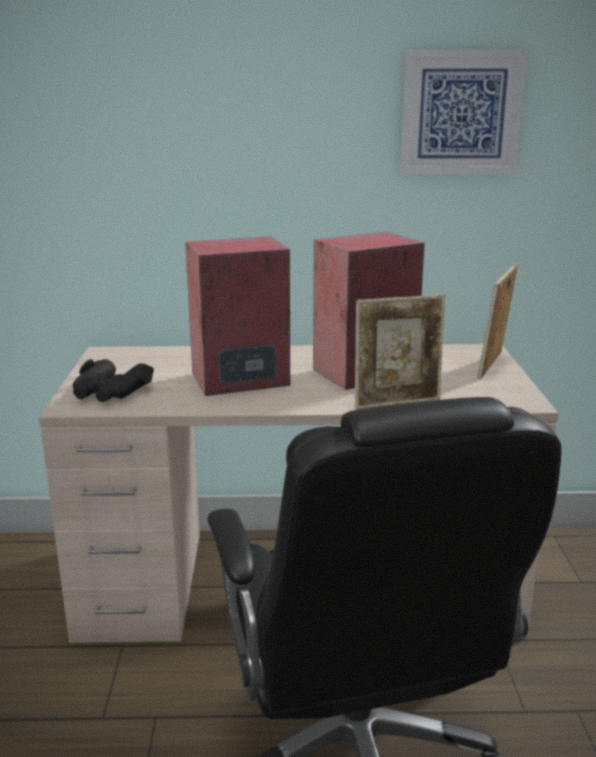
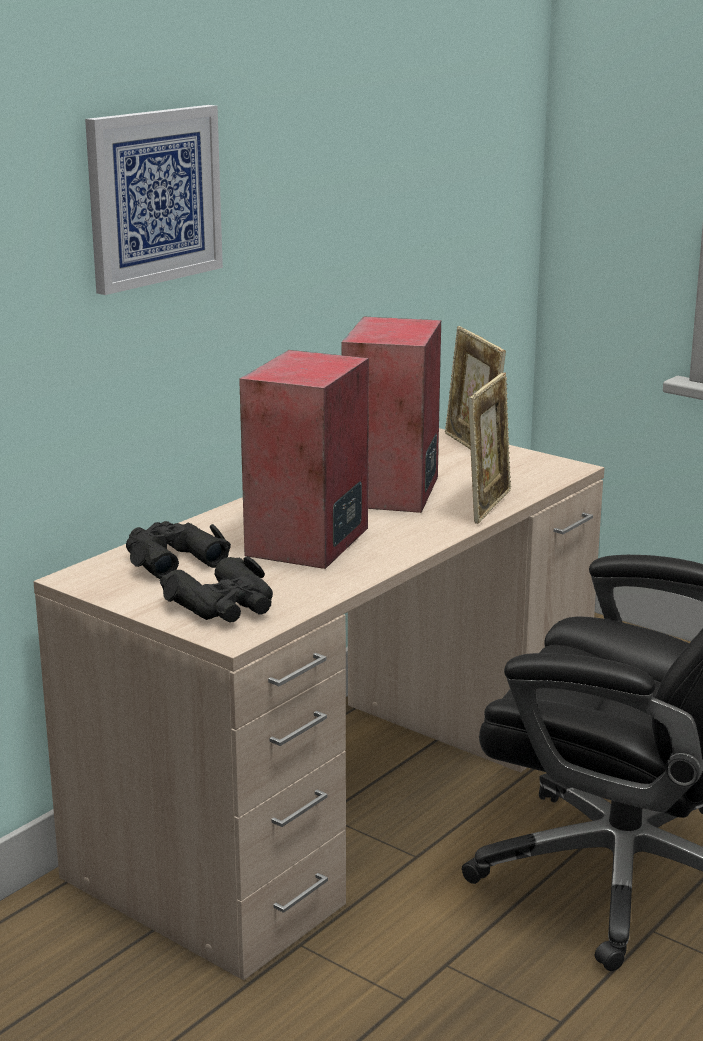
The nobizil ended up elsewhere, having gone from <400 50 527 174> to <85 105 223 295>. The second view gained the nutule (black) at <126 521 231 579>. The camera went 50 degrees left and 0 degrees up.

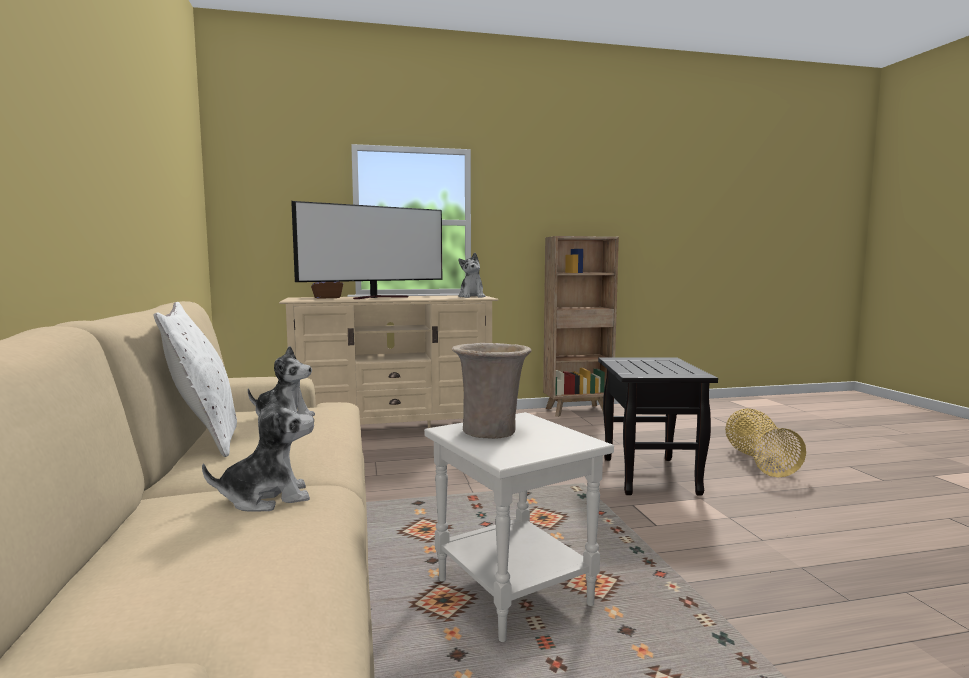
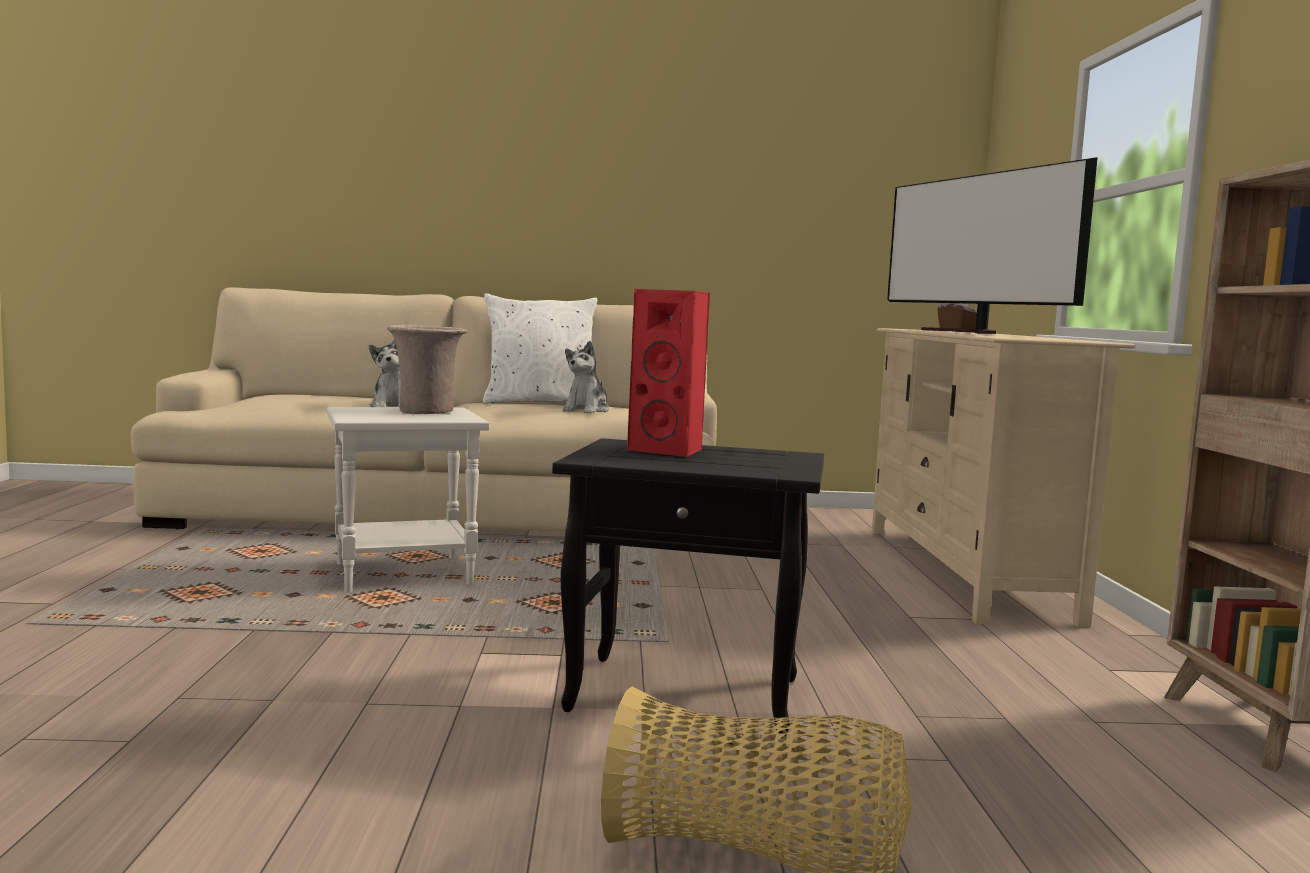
The second view lost the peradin at <458 253 485 298>. The second view gained the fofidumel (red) at <627 289 710 457>. The camera went 100 degrees right and 0 degrees up.

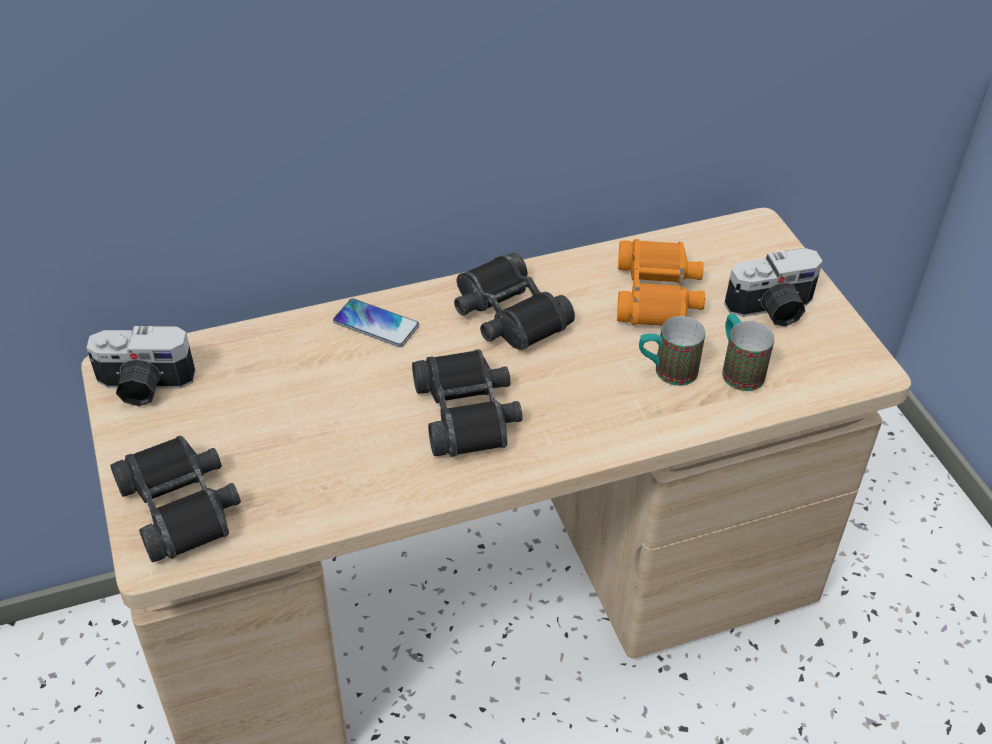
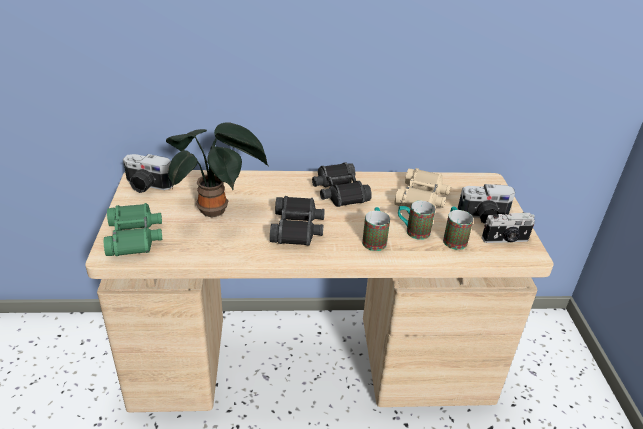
What was the nutule (orange) at <617 239 705 326> turned into the nutule (beige) at <395 168 451 208>. The second view lost the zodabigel at <333 298 419 347>. What was the nutule (black) at <110 436 241 562> turned into the nutule (green) at <104 203 162 256>. The second view gained the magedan at <166 122 269 217>. The second view gained the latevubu at <362 207 390 251>. The second view gained the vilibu at <482 213 535 243>. The camera went 15 degrees right and 10 degrees down.

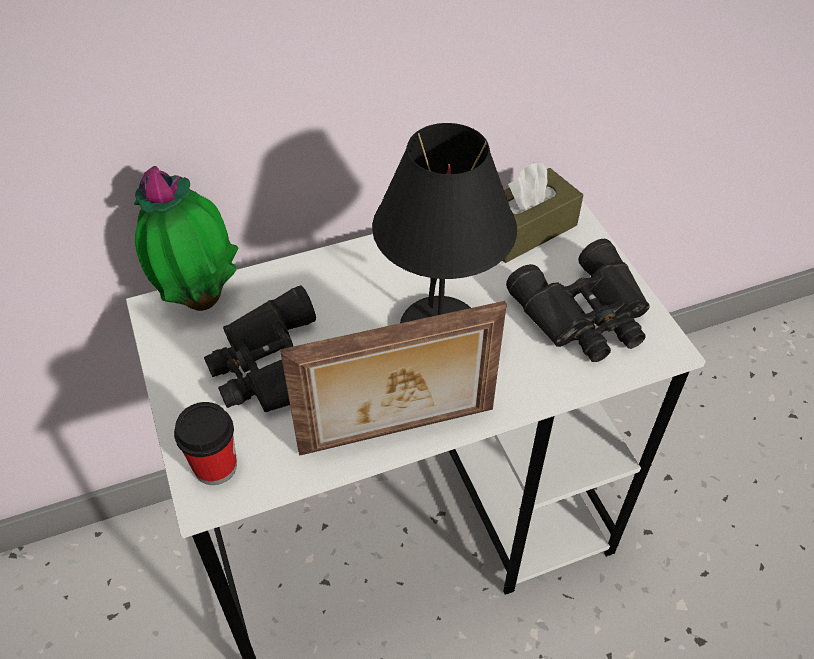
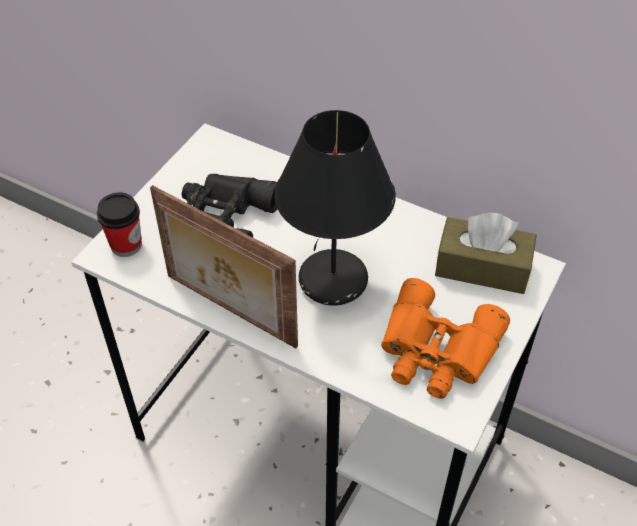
The second view lost the magedan at <134 166 239 311>. What was the nutule (black) at <506 239 650 362> turned into the nutule (orange) at <381 278 510 399>. The camera went 50 degrees right and 0 degrees up.

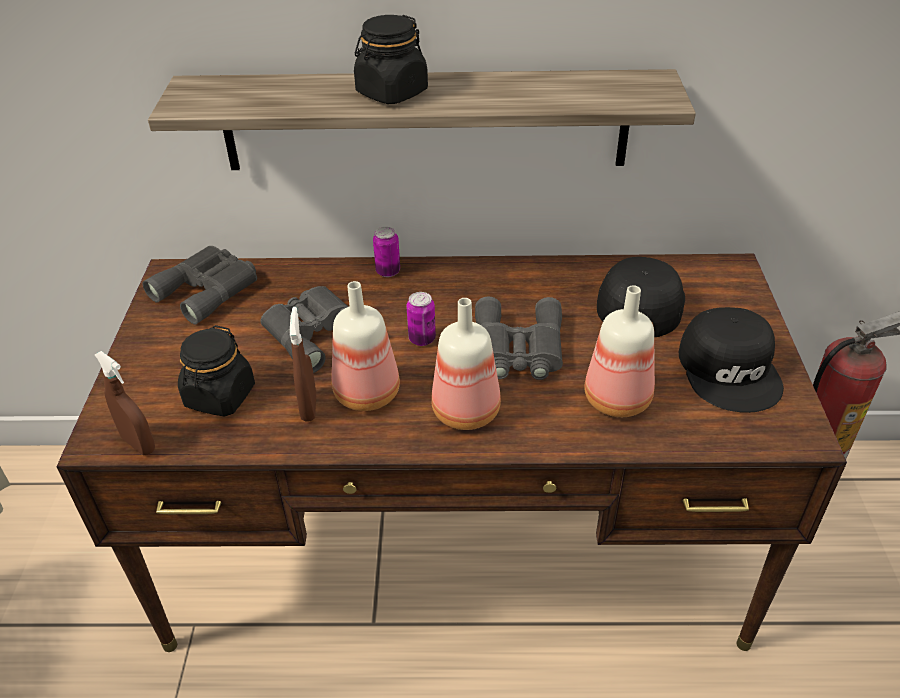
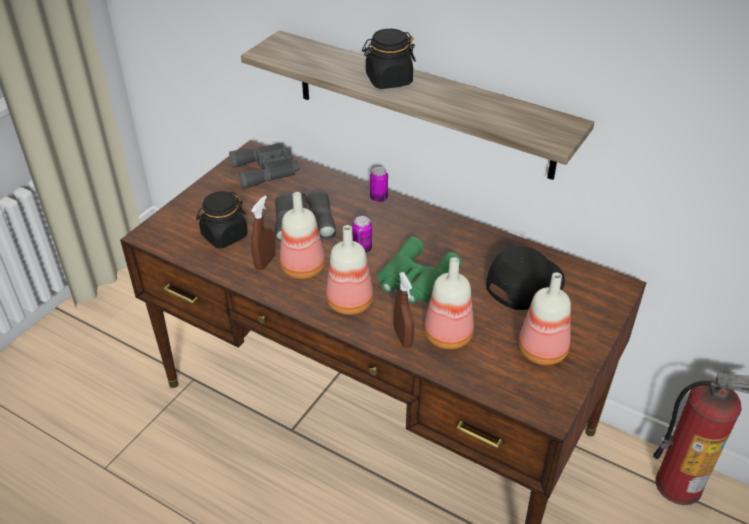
What was the nutule (grey) at <475 296 563 380> turned into the nutule (green) at <377 237 462 304>. Where the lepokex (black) stood at <679 307 784 413>, the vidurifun came to stand at <519 272 571 365>. The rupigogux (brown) ended up elsewhere, having gone from <95 351 155 455> to <394 272 414 348>. The camera went 30 degrees right and 0 degrees up.

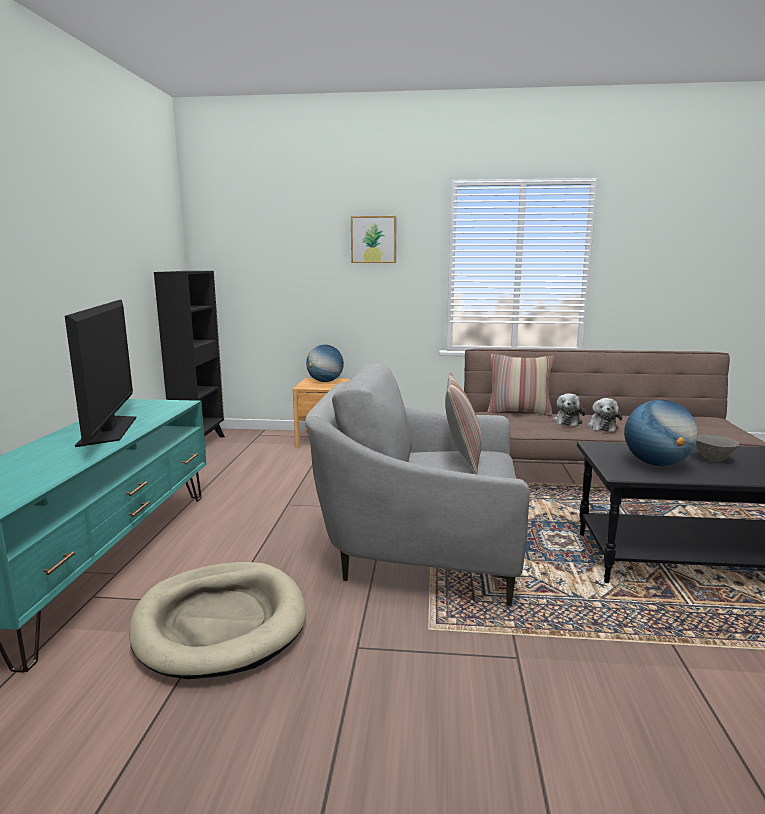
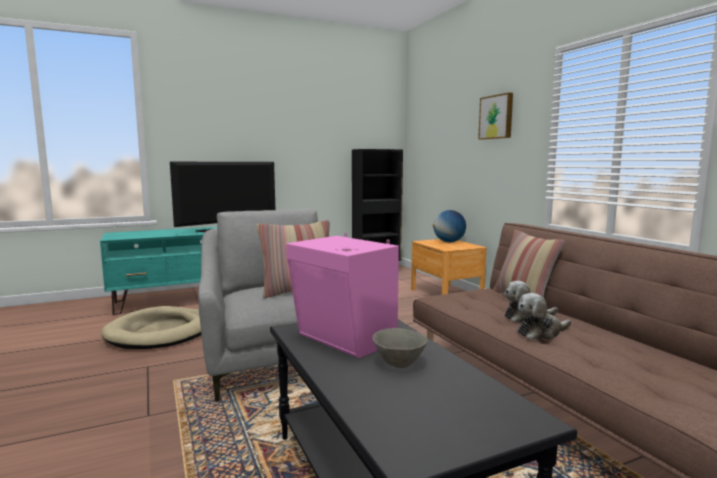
Where the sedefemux stood at <624 400 698 466>, the fofidumel (pink) came to stand at <286 233 399 358>. The camera went 60 degrees right and 5 degrees down.

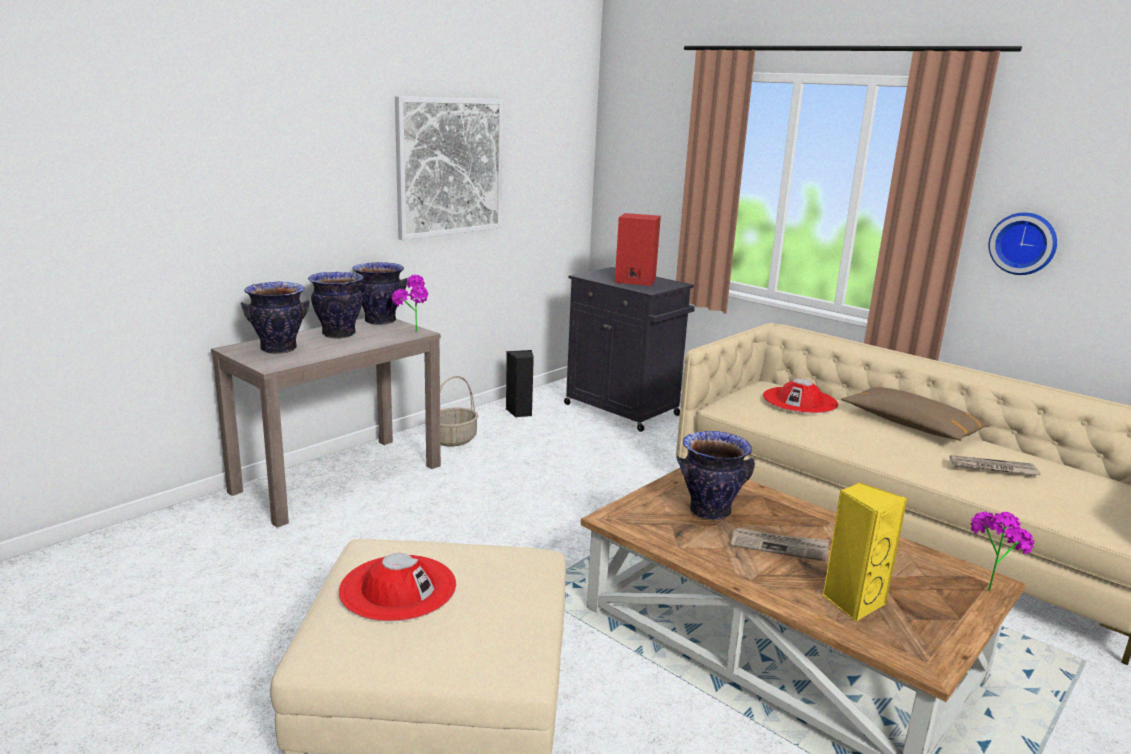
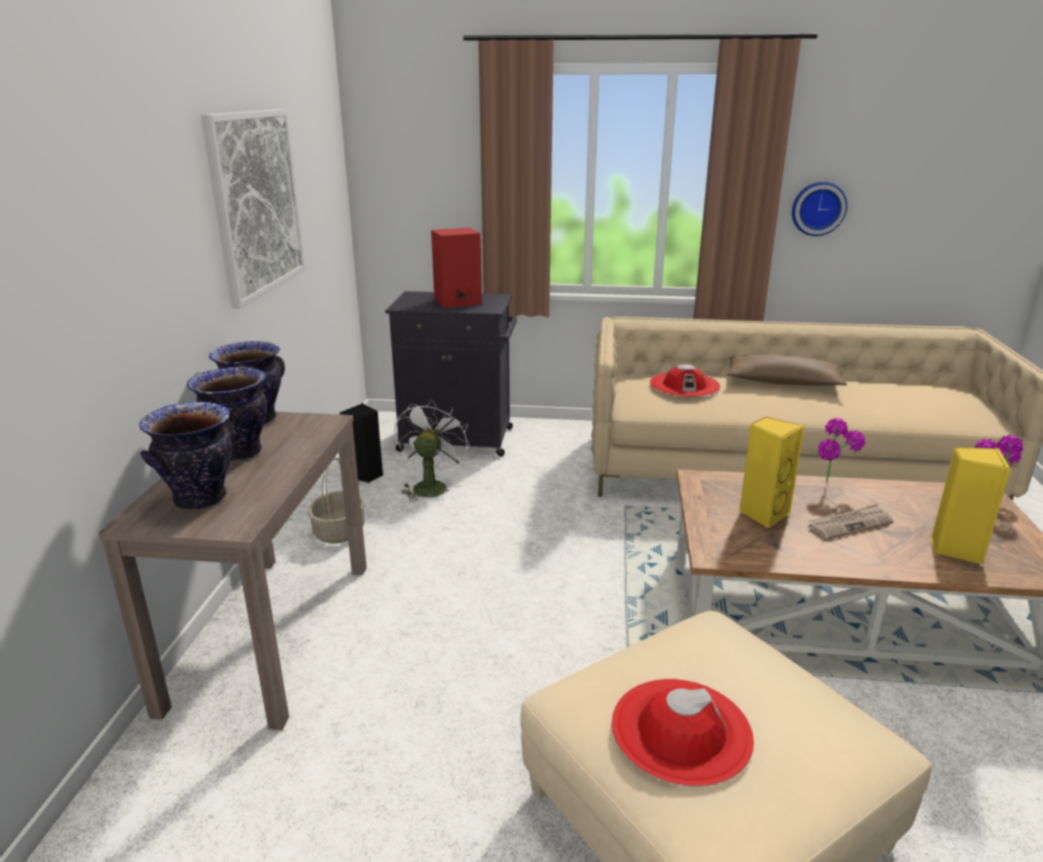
The magedan ended up elsewhere, having gone from <392 275 428 332> to <818 418 865 481>. Where the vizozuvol stood at <676 431 755 520>, the fofidumel (yellow) came to stand at <739 417 805 529>. The second view lost the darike at <950 455 1040 475>. The second view gained the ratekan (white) at <395 399 470 502>. The camera went 35 degrees left and 5 degrees up.

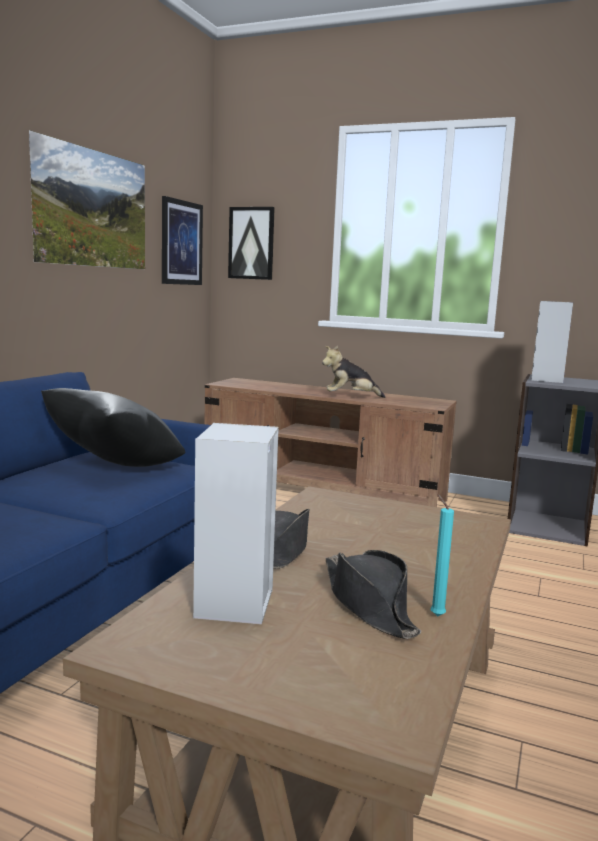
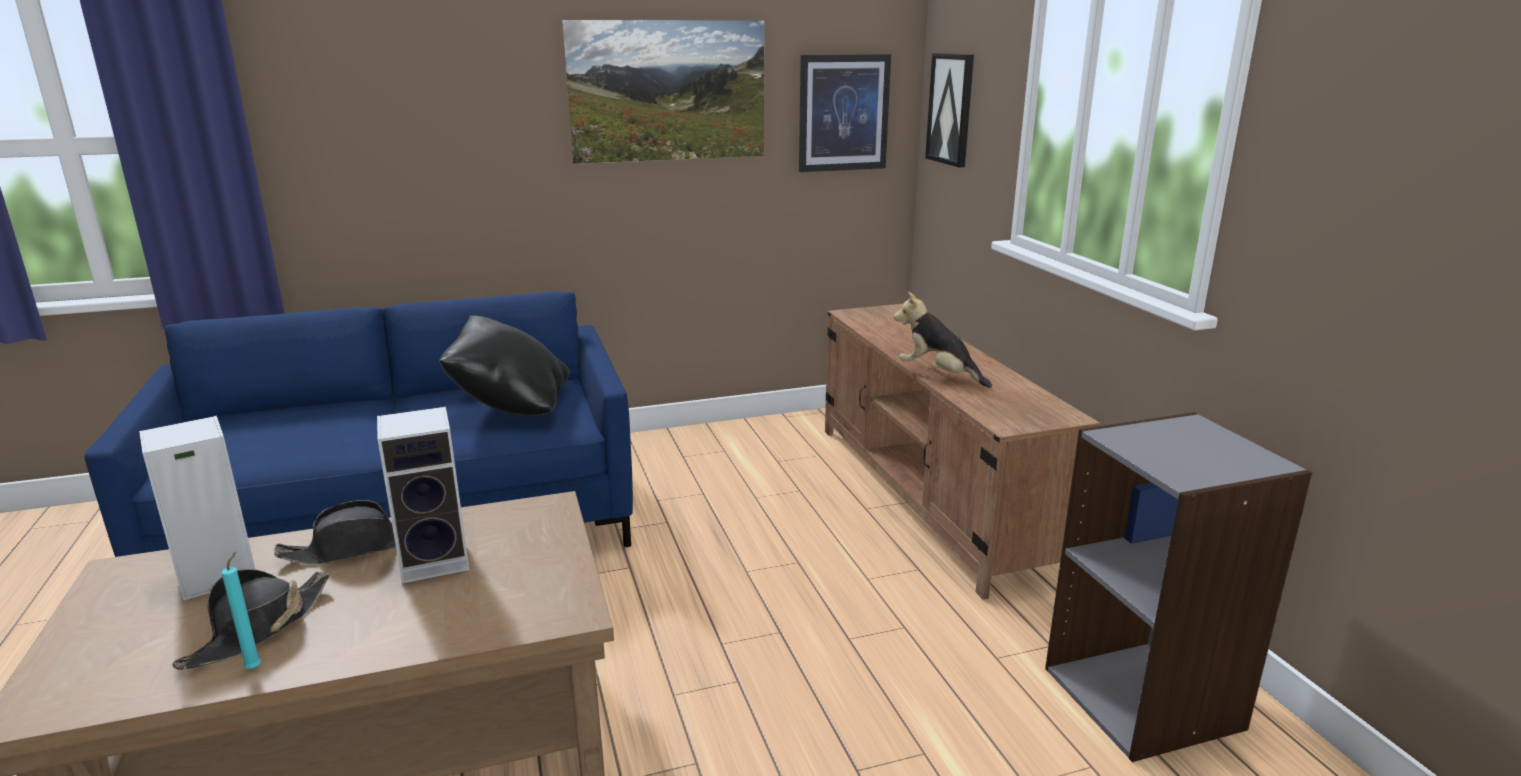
The fofidumel ended up elsewhere, having gone from <532 301 573 383> to <377 407 469 583>. The camera went 50 degrees right and 10 degrees up.

